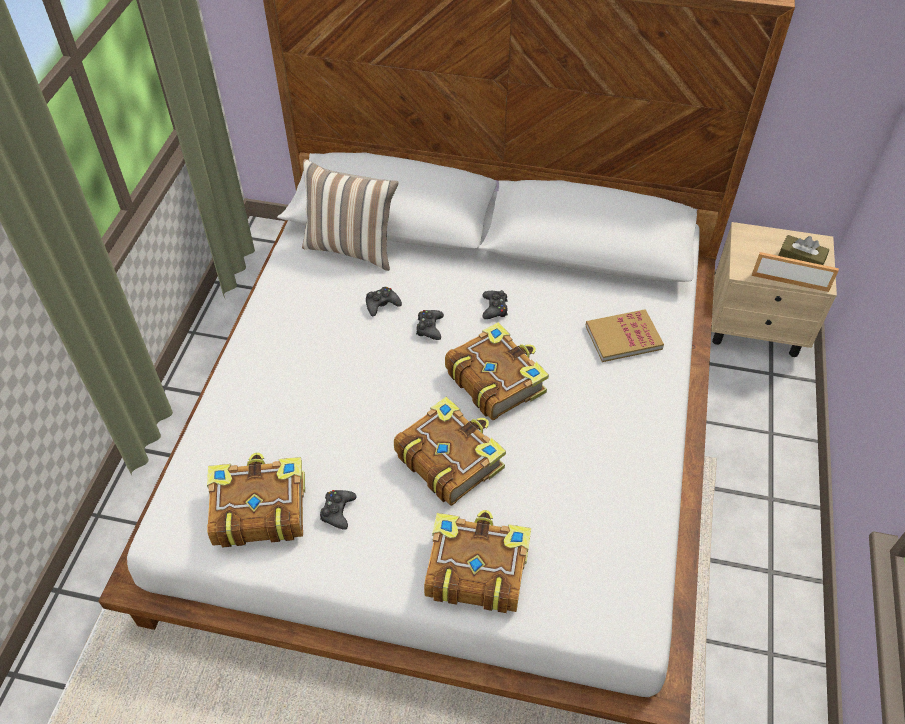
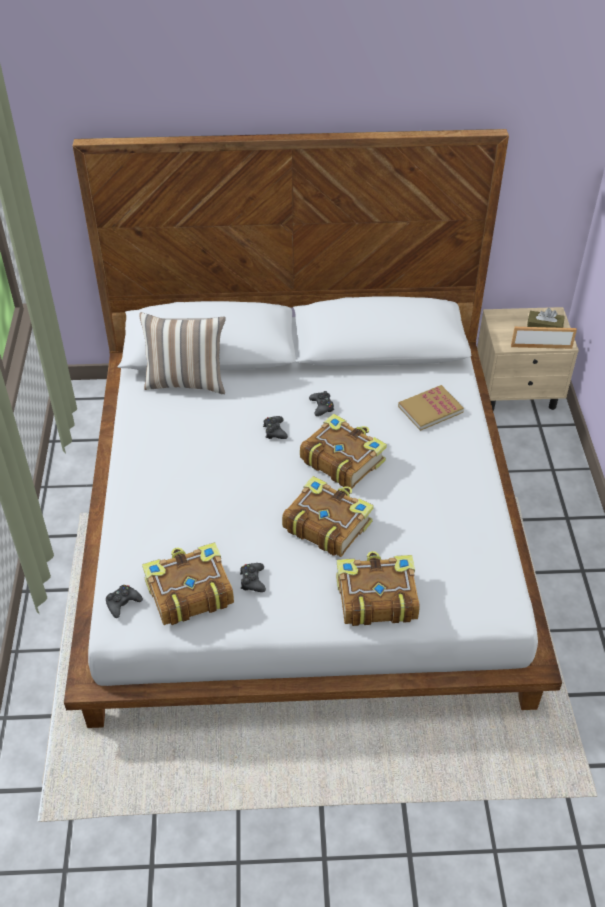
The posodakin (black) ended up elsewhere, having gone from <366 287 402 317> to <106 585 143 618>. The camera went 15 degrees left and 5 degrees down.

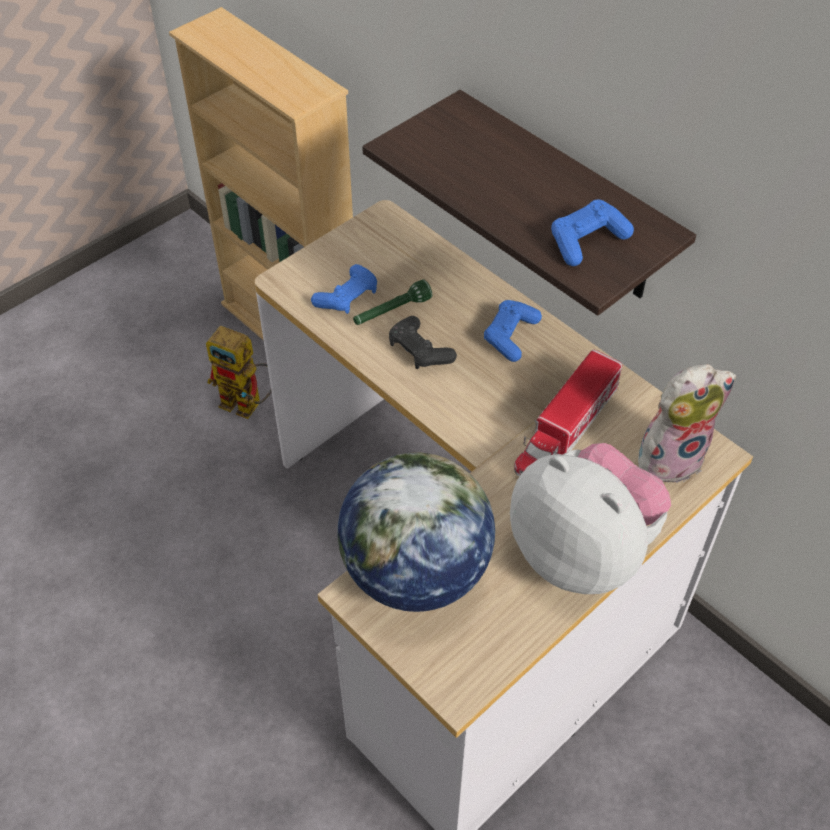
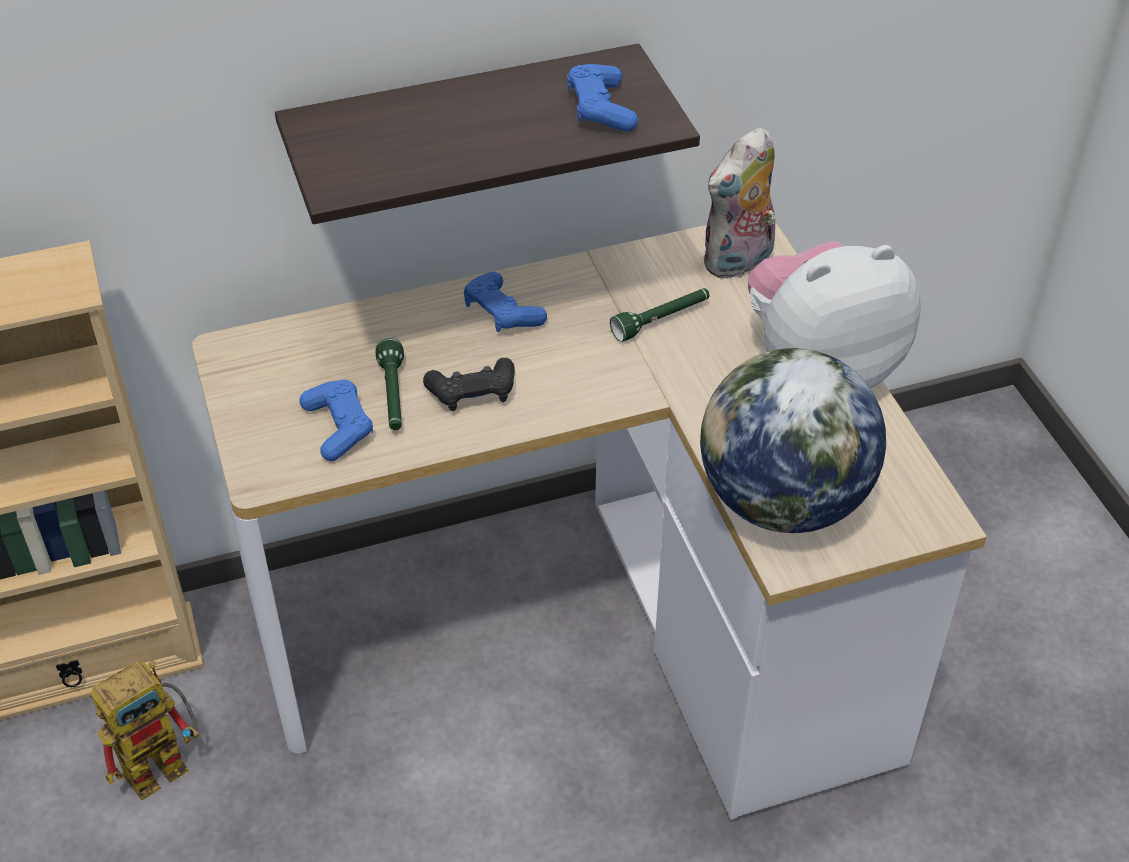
Where the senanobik stood at <514 349 622 477>, the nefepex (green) came to stand at <610 288 710 342>. The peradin at <638 364 737 483> ended up facing another way, 135 degrees counterclockwise from before. The camera went 65 degrees left and 5 degrees down.

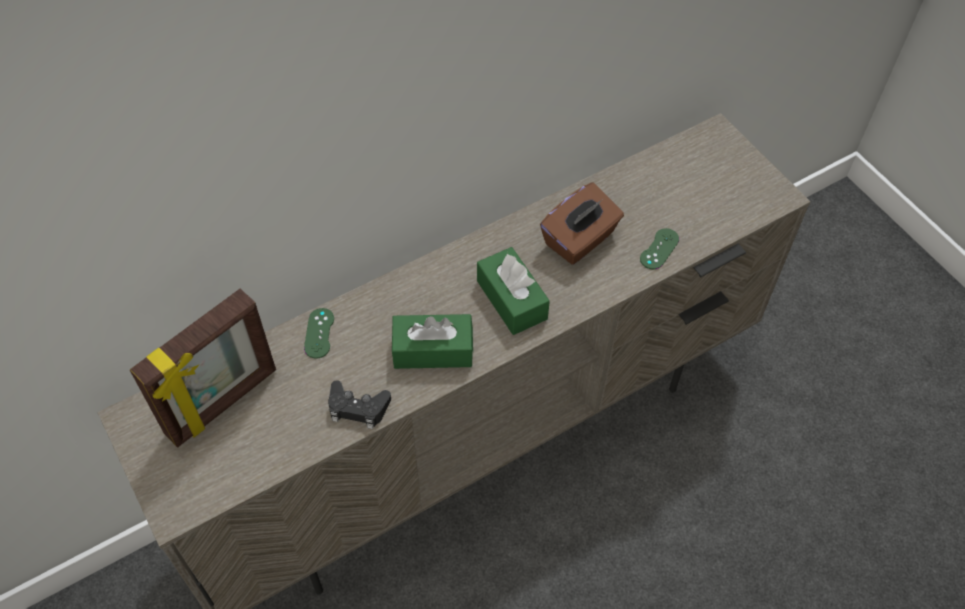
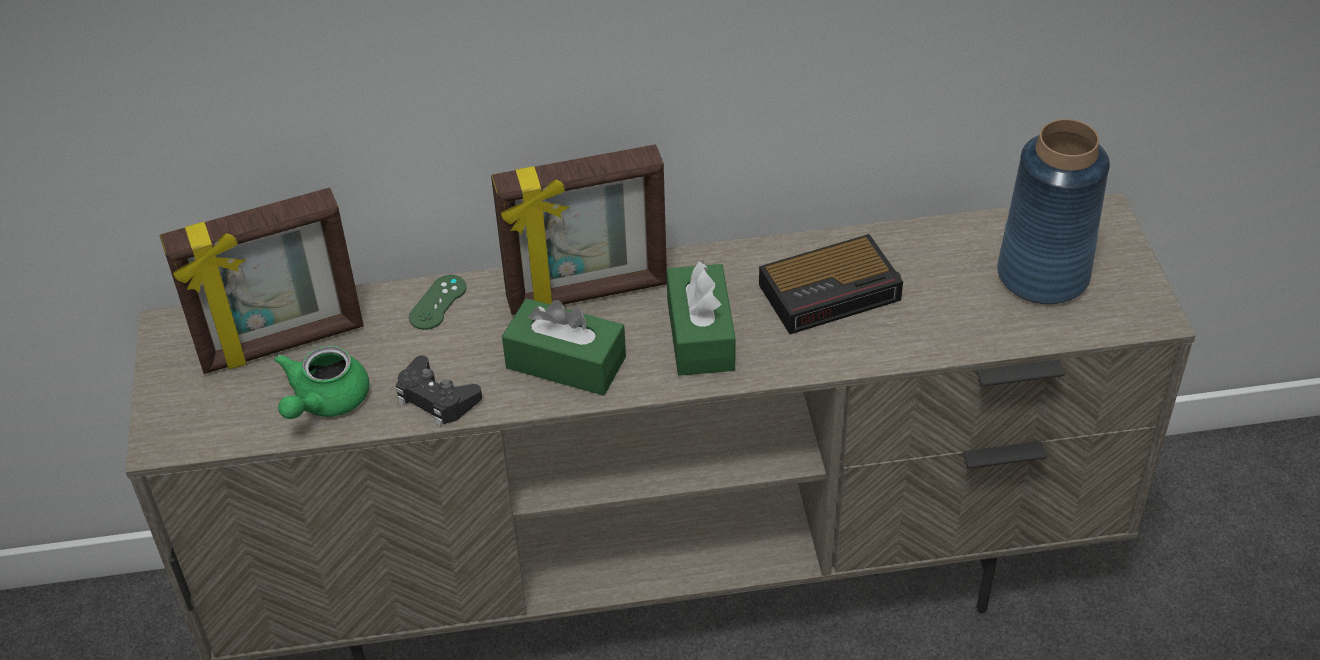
Where the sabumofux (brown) stood at <540 182 624 265>, the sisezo came to stand at <759 234 903 334>. The second view lost the posodakin (green) at <640 228 679 269>. The second view gained the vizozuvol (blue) at <997 119 1110 304>. The second view gained the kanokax at <491 145 667 315>. The second view gained the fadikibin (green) at <274 346 369 419>. The camera went 25 degrees right and 10 degrees down.

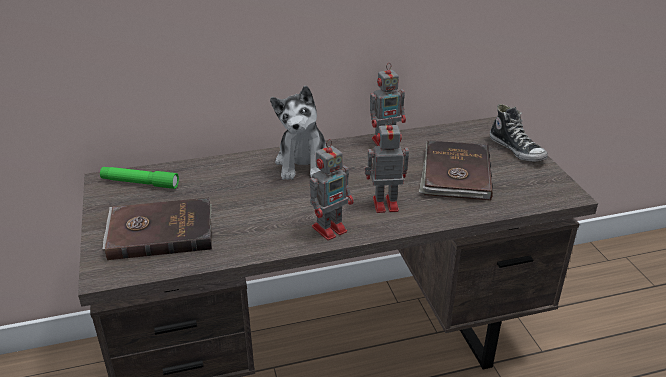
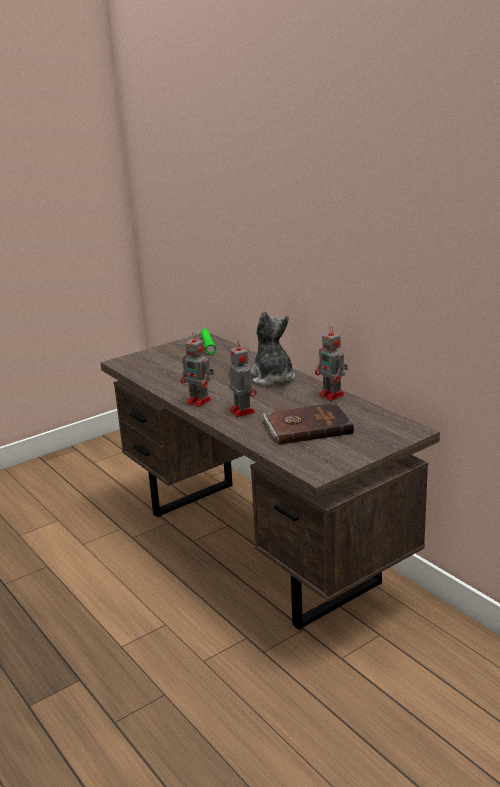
The peradin at <270 85 326 180> ended up facing another way, 90 degrees clockwise from before. The second view lost the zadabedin at <490 104 548 161>. The second view lost the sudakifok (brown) at <102 198 212 260>. The camera went 70 degrees right and 10 degrees down.

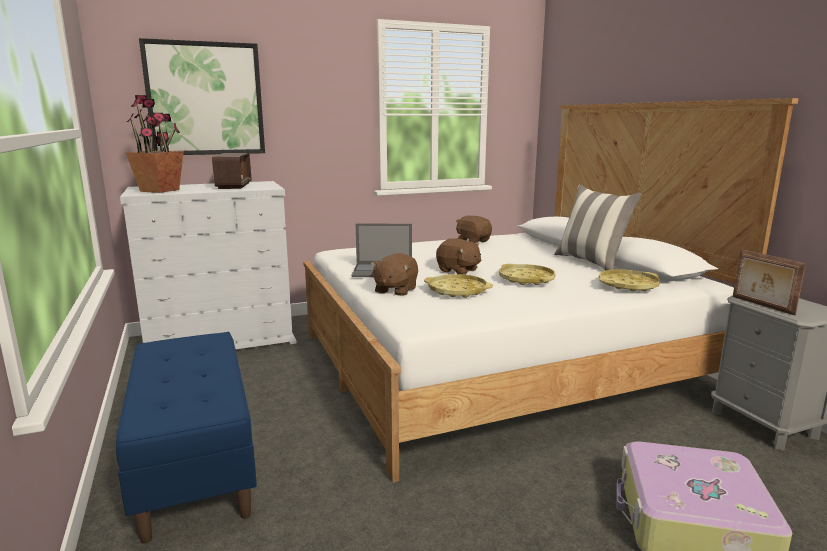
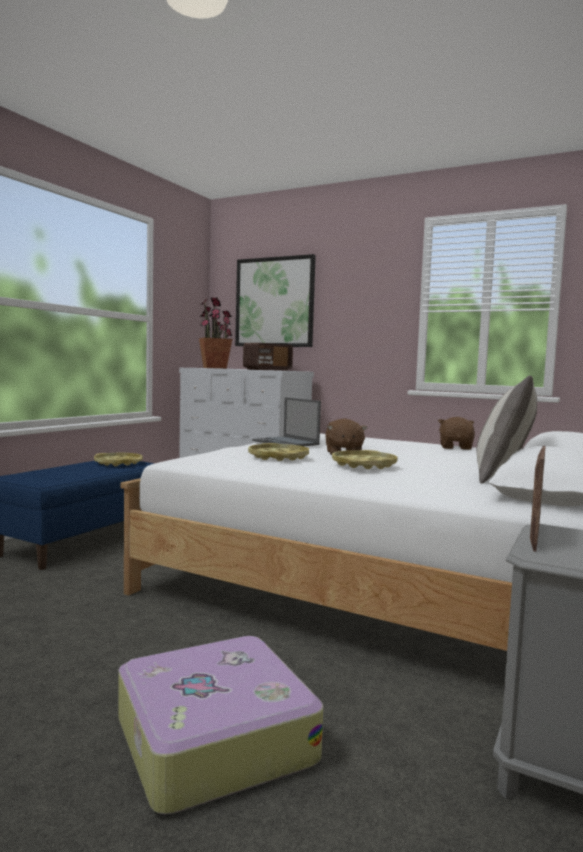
The second view lost the peradin (brown) at <370 253 418 296>. The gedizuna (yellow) ended up elsewhere, having gone from <599 269 660 292> to <94 453 143 466>. The camera went 50 degrees right and 10 degrees down.

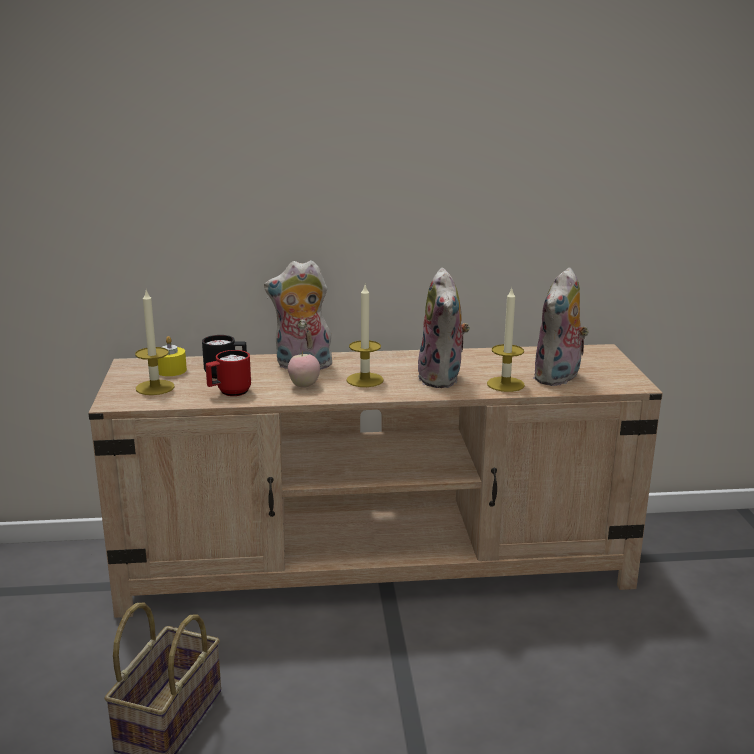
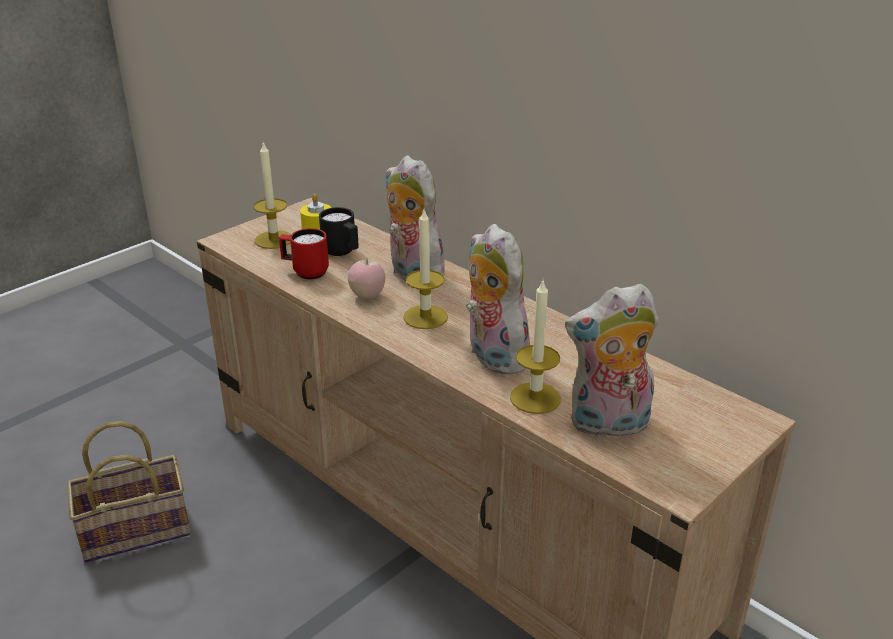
The peradin at <417 268 470 388> ended up facing another way, 105 degrees clockwise from before. The camera went 50 degrees right and 10 degrees up.

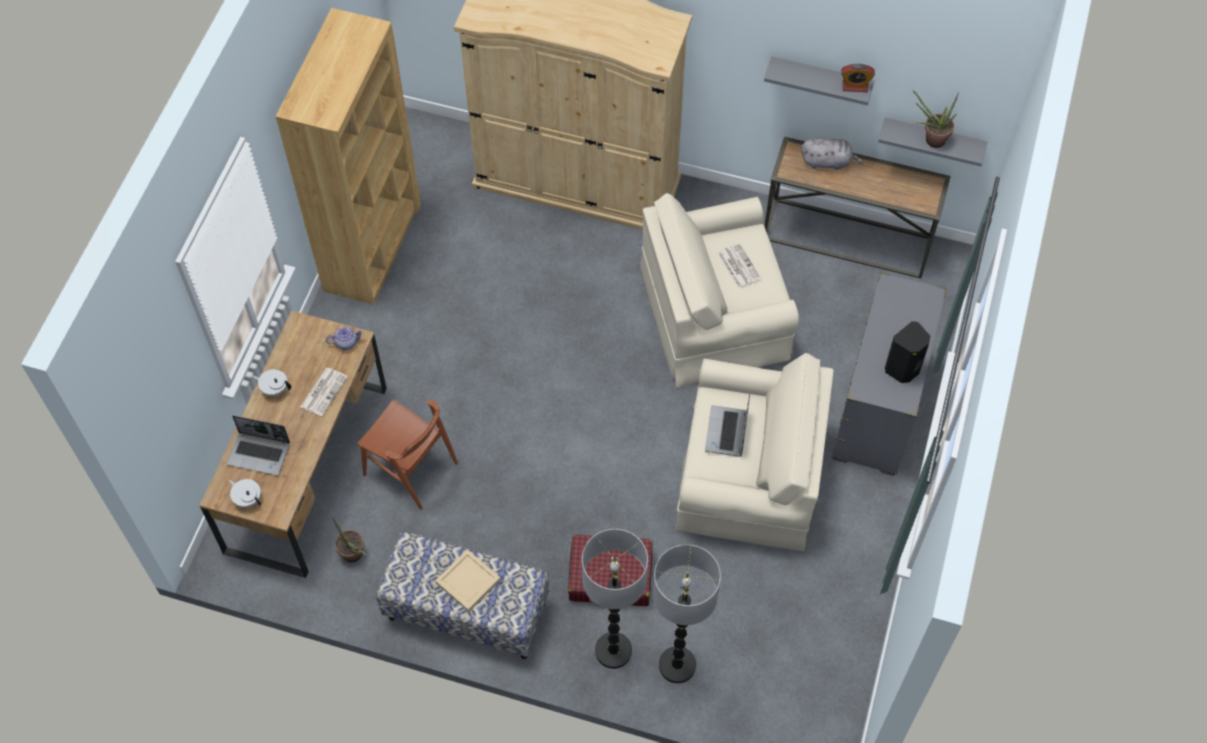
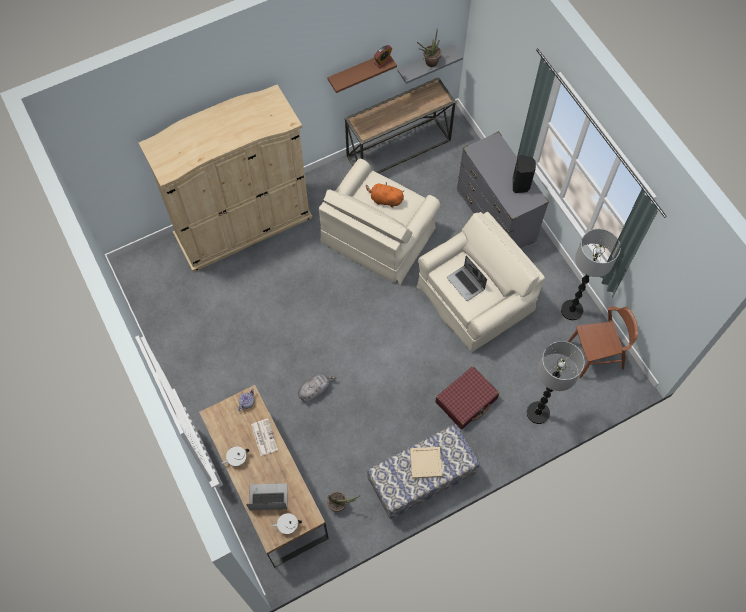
The second view lost the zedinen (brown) at <276 8 421 305>. What was the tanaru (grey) at <764 57 875 105> turned into the tanaru (brown) at <328 56 397 93>. The peradin (grey) ended up elsewhere, having gone from <801 138 863 170> to <298 373 336 402>. Where the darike stood at <718 243 761 288>, the peradin (orange) came to stand at <366 182 404 208>. The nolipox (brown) ended up elsewhere, having gone from <358 399 458 510> to <568 306 638 379>. The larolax at <227 415 290 475> ended up facing another way, 150 degrees counterclockwise from before. The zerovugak ended up elsewhere, having gone from <582 529 648 669> to <561 229 621 321>. The camera went 45 degrees left and 5 degrees up.

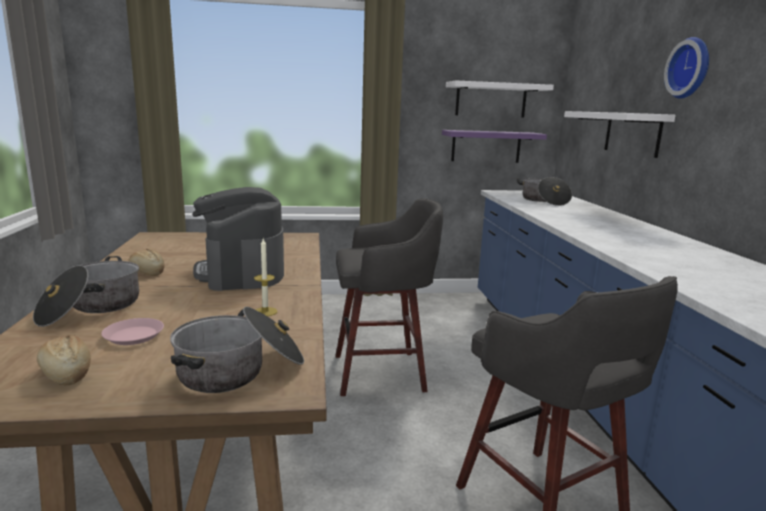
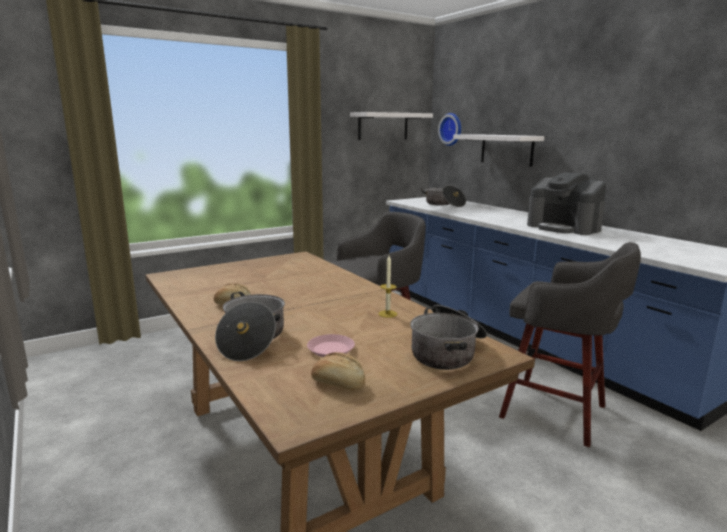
The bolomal ended up elsewhere, having gone from <664 37 709 99> to <438 113 461 146>. The second view lost the tanaru (purple) at <442 130 547 163>. The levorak ended up elsewhere, having gone from <192 187 284 291> to <527 172 606 235>. The camera went 25 degrees left and 0 degrees up.

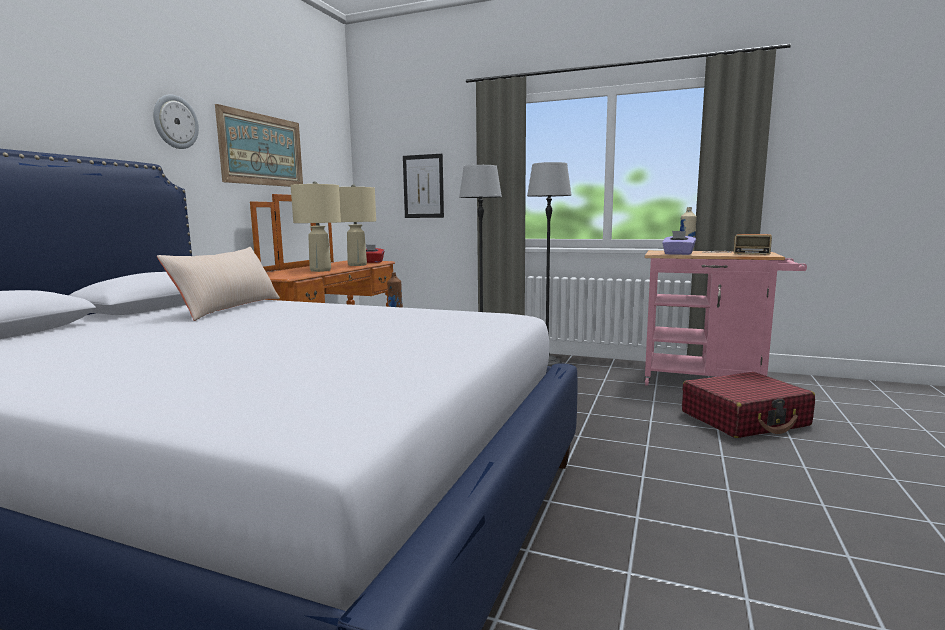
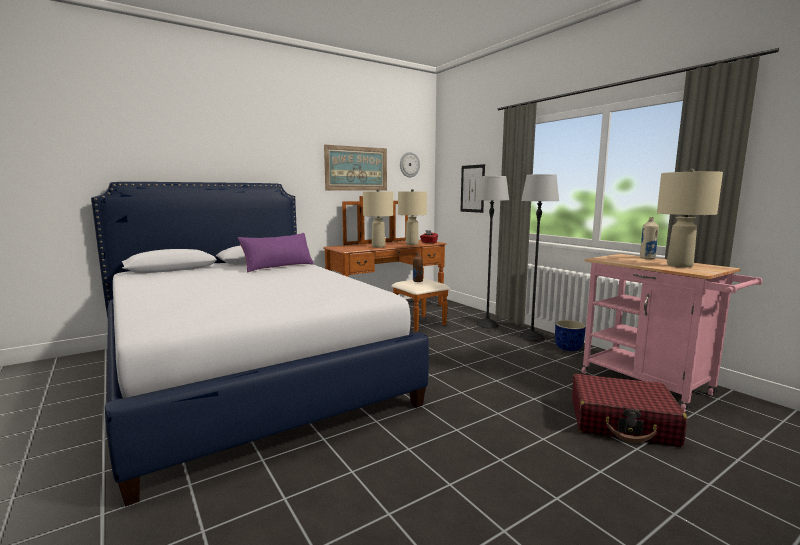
The bolomal ended up elsewhere, having gone from <153 94 199 149> to <400 152 420 177>. The second view lost the sabumofux (purple) at <662 231 696 255>. Where the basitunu stood at <703 234 772 255>, the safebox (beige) came to stand at <657 168 723 268>. What was the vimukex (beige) at <157 247 280 321> turned into the vimukex (purple) at <238 233 314 272>. The second view gained the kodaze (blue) at <555 320 586 351>. The camera went 35 degrees right and 0 degrees up.

